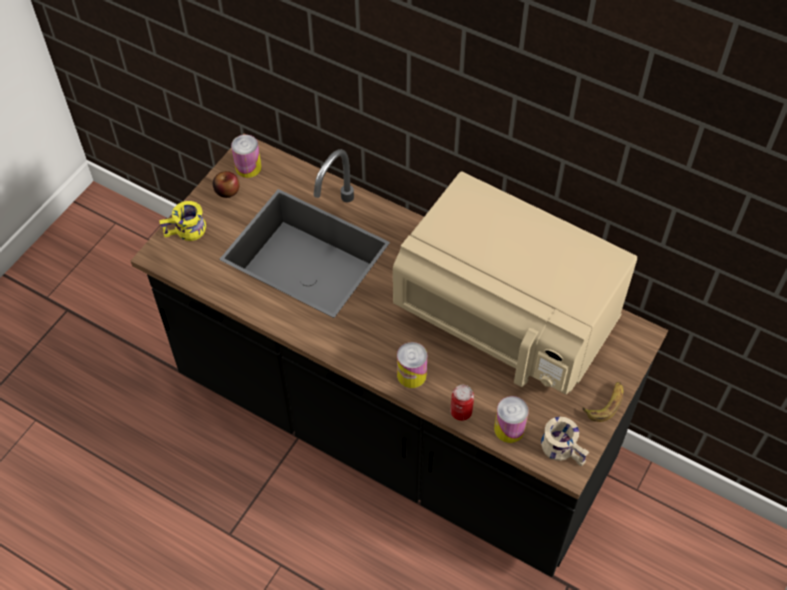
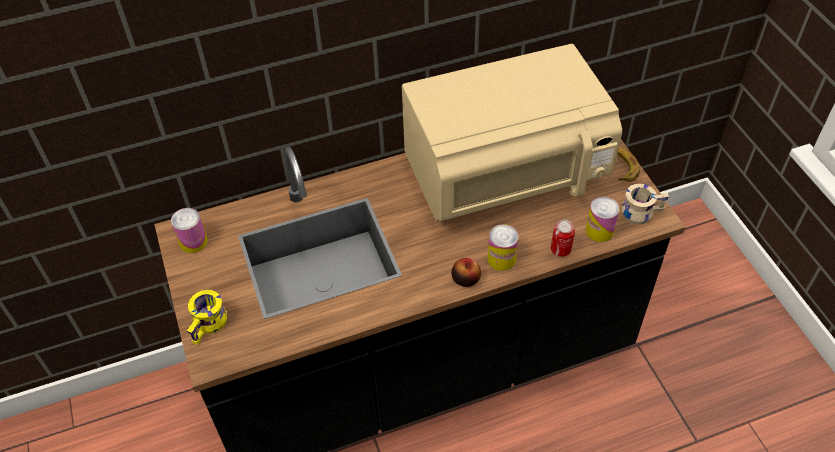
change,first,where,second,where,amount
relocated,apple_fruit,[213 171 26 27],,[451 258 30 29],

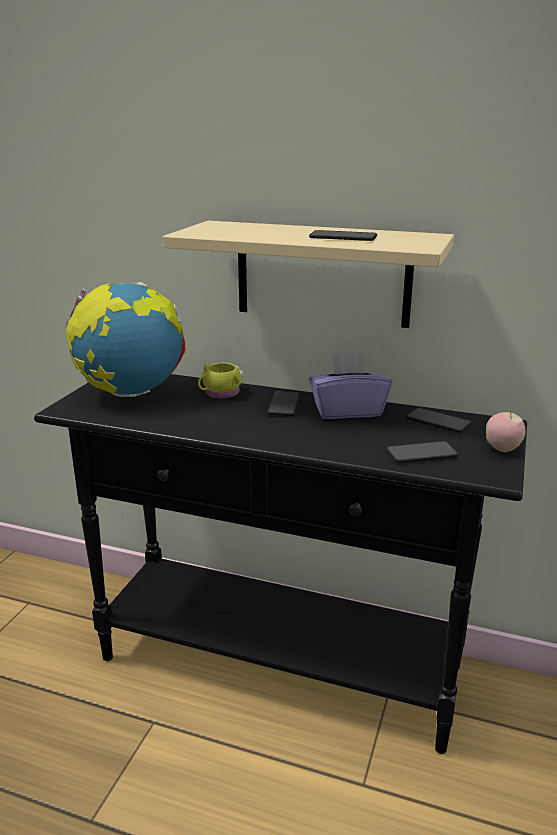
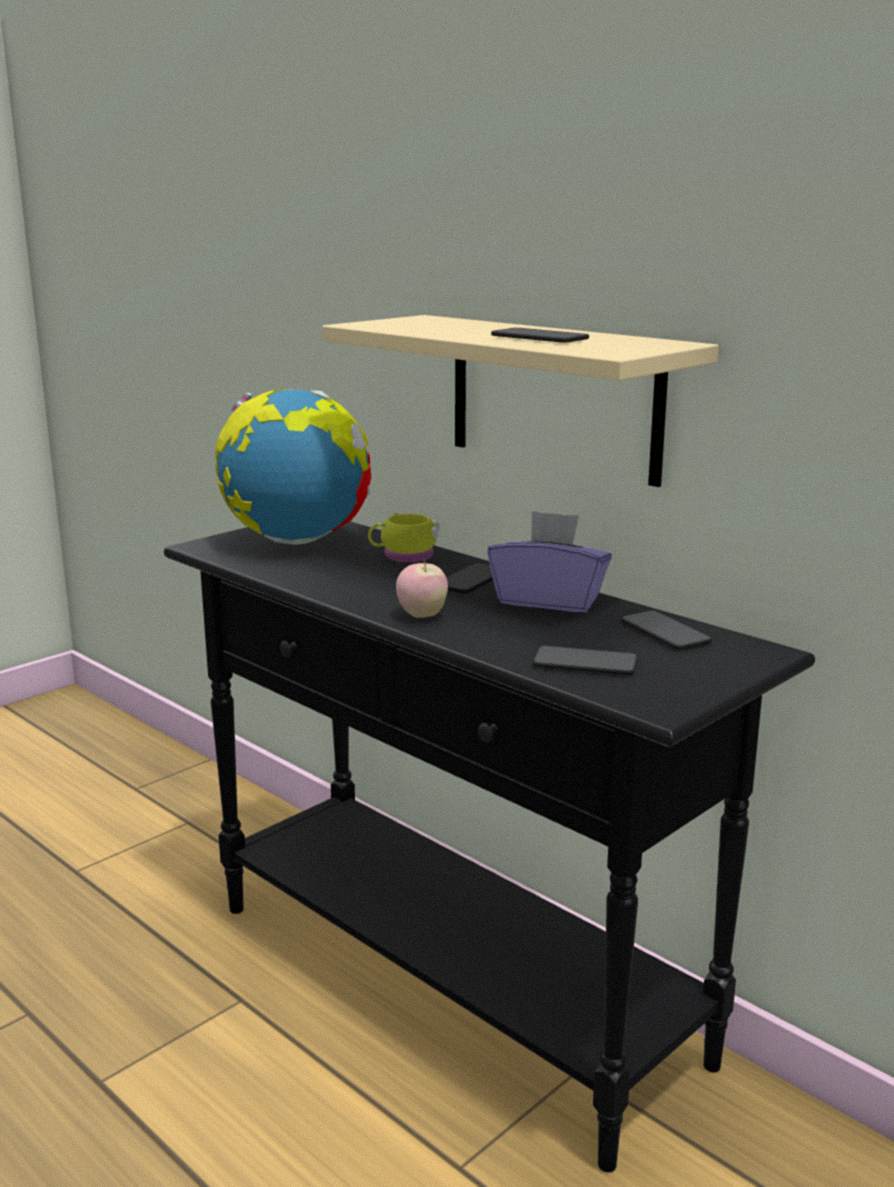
change,first,where,second,where,amount
relocated,apple_fruit,[486 411 40 41],,[396 559 52 59],

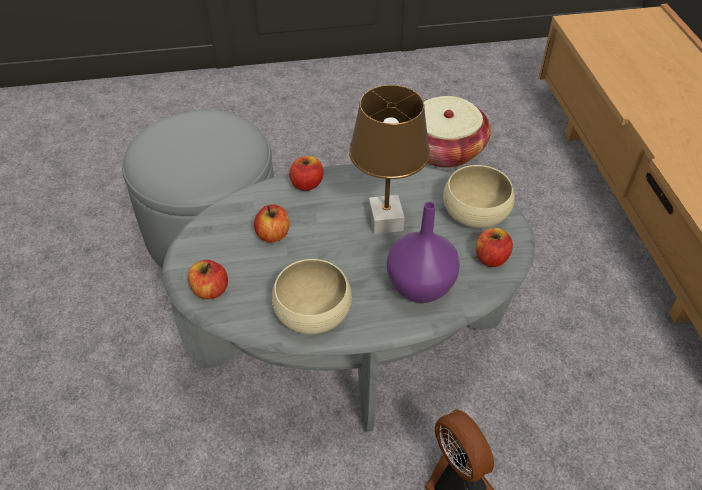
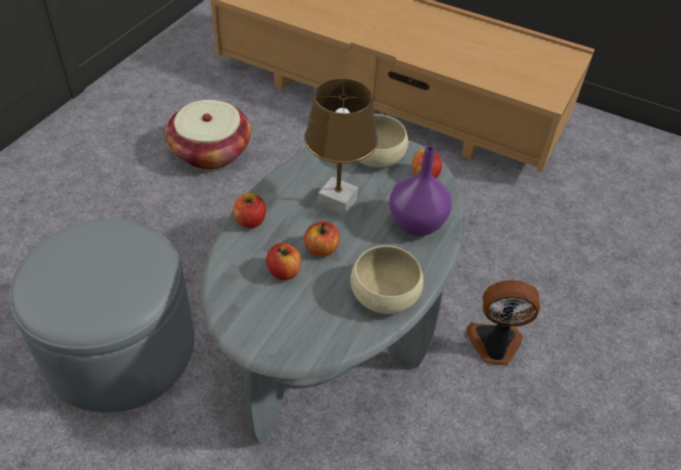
change,first,where,second,where,amount
relocated,apple_fruit,[188 260 40 39],,[304 221 36 36],

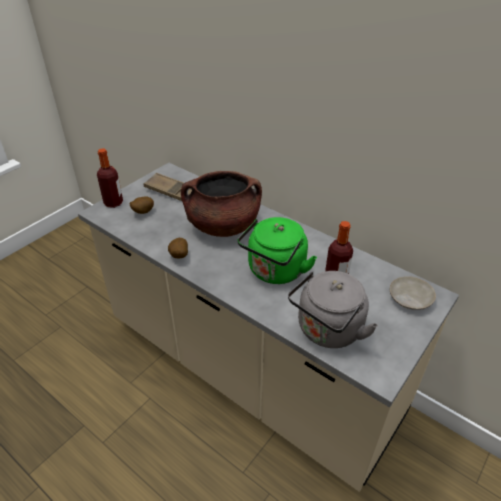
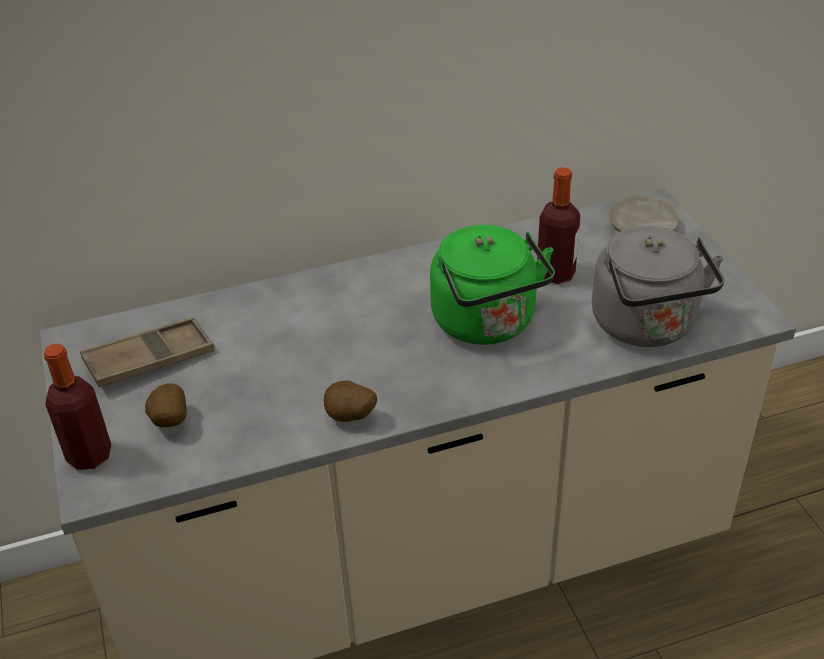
change,first,where,second,where,amount
missing,brown-coloured_cooking_pot,[181 171 81 66],,,

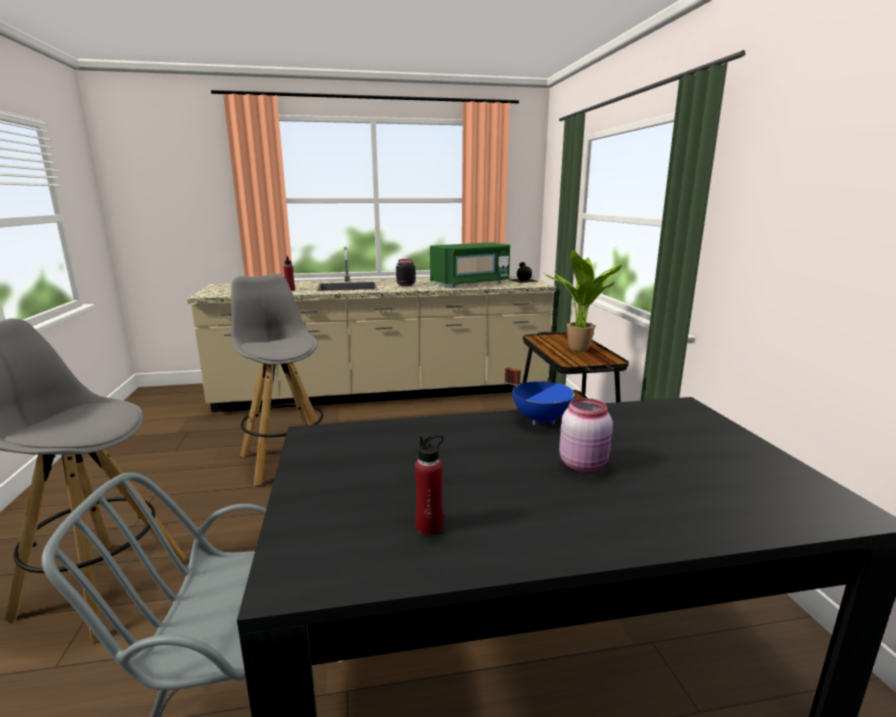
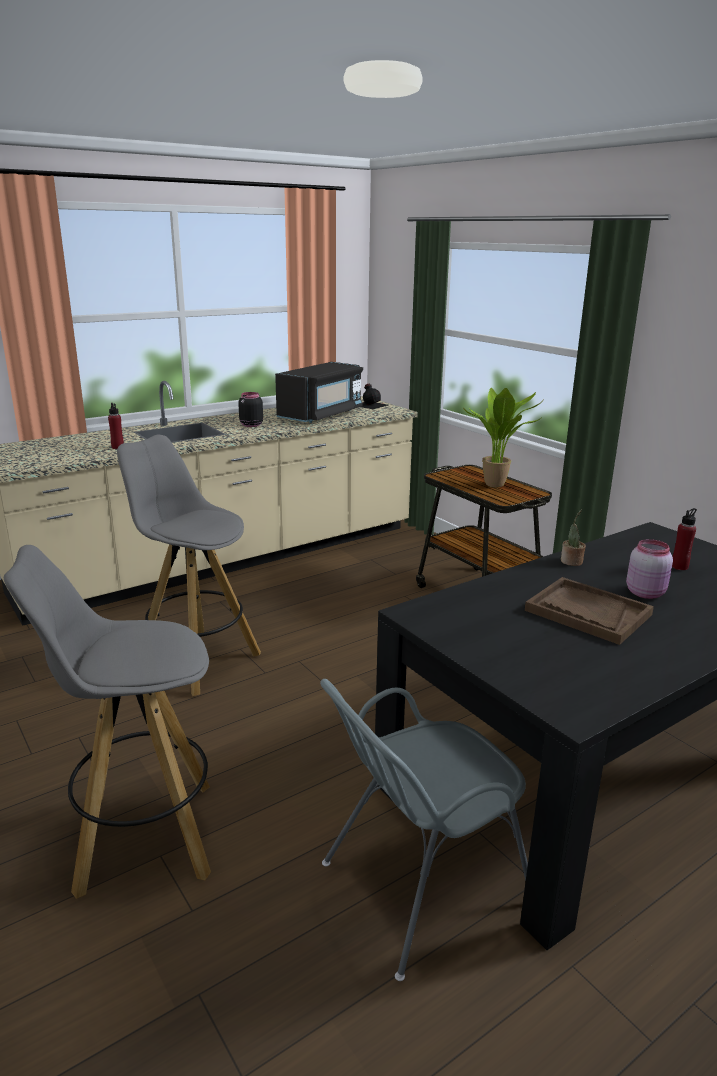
change,first,where,second,where,amount
appeared,,,brown-coloured_serving_tray,[525 577 129 68],
relocated,red_bottle,[415 434 29 101],,[672 508 25 62],
exchanged,blue-coloured_cooking_pot,[505 367 71 58],potted_plant,[561 509 25 57],
colour,greenish_kitchen_microwave,[430 242 80 45],black-coloured_kitchen_microwave,[275 362 88 61],

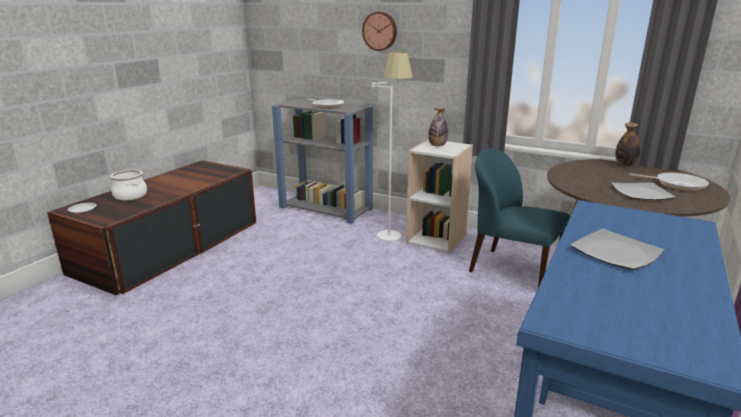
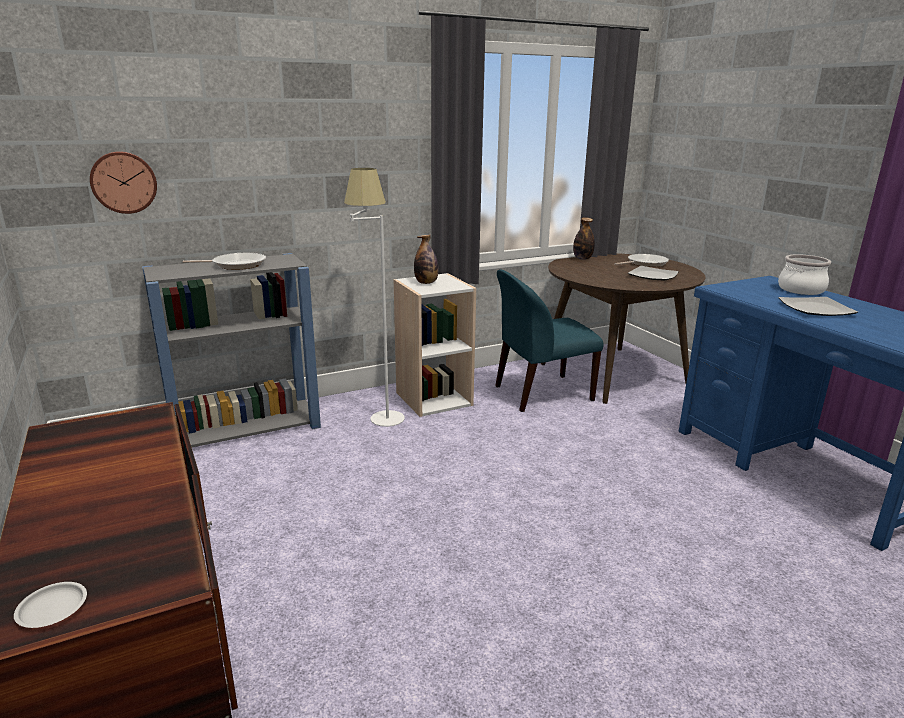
change,first,where,second,where,amount
relocated,cooking_pot,[110 170 37 30],,[778 254 53 41],
relocated,clock_on_the_wall,[362 12 35 39],,[90 151 67 63],

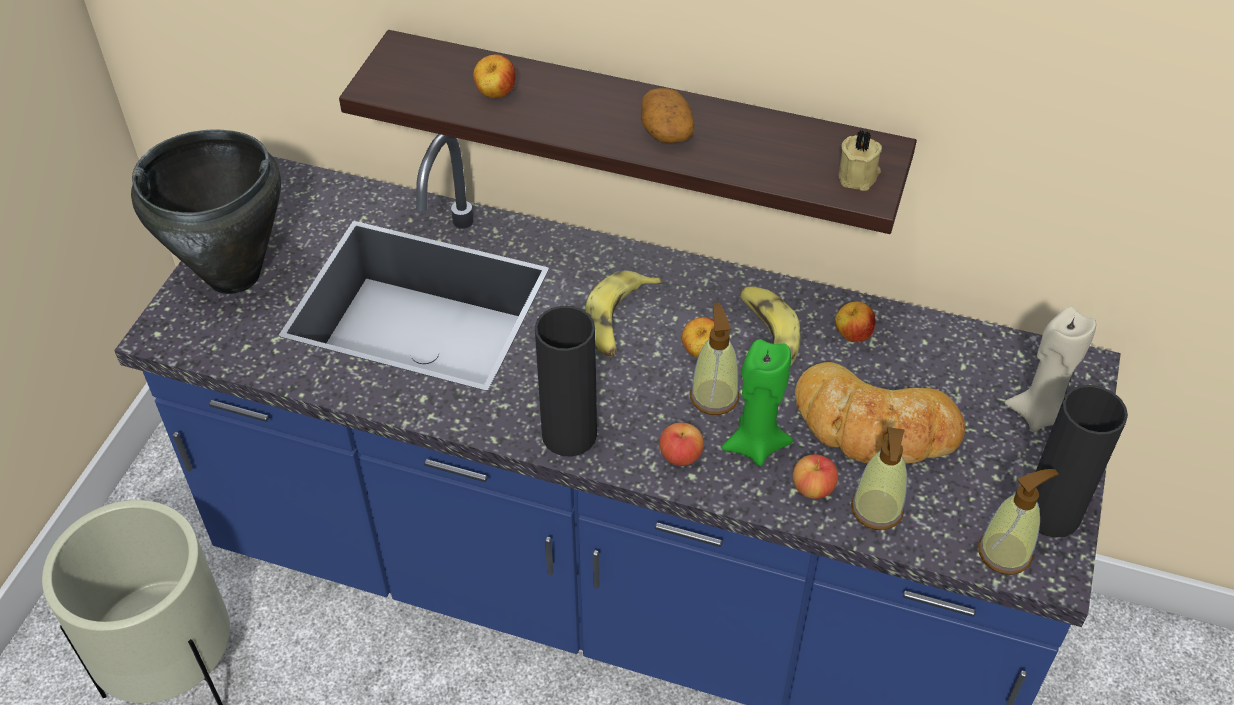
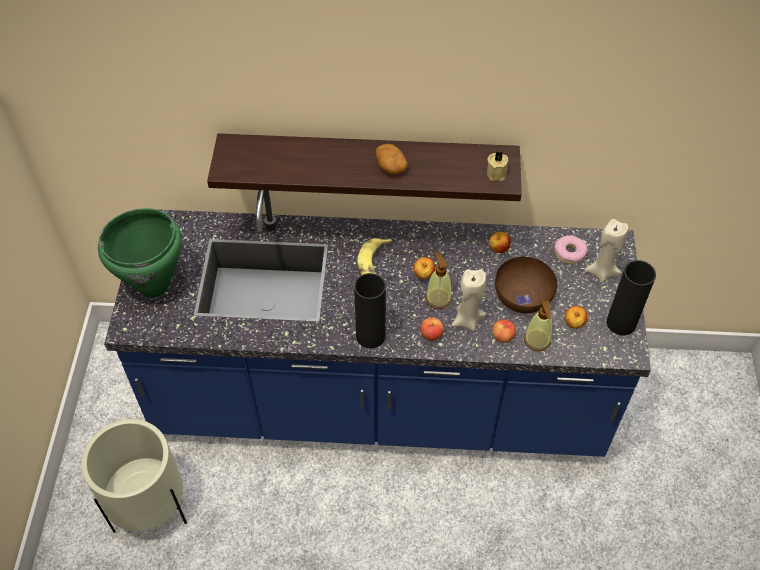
change,first,where,second,where,amount
missing,banana,[739 287 62 78],,,
missing,liquid_soap_bottle,[978 469 81 106],,,
appeared,,,ring_doughnut,[554 235 34 29],
relocated,apple_fruit,[473 54 43 44],,[565 306 22 23],
exchanged,bakery_bread,[795 362 170 102],brown-coloured_deep_dish,[495 257 62 56],
colour,black-coloured_cooking_pot,[131 129 150 165],greenish_cooking_pot,[98 208 84 89],
colour,greenish_wax_light,[722 339 71 127],beige-coloured_wax_light,[451 269 35 62],

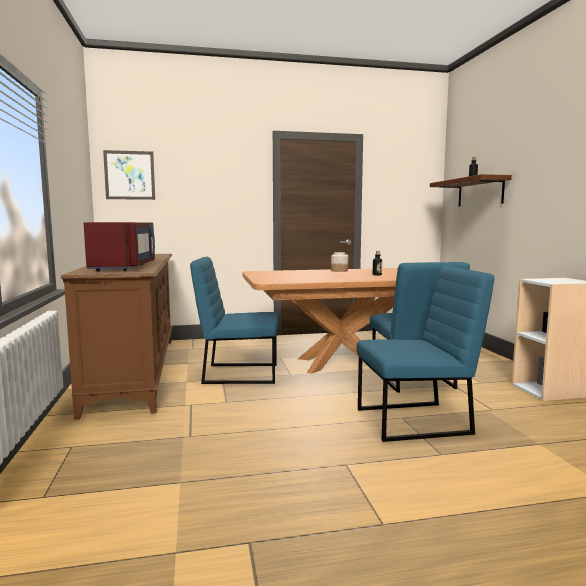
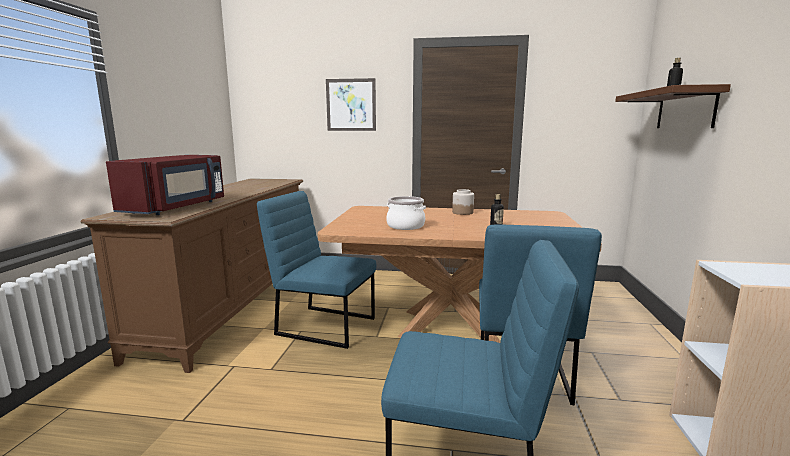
change,first,where,second,where,amount
appeared,,,cooking_pot,[386 196 40 34],
relocated,wall_art,[103 150 52 50],,[326 78 50 53],

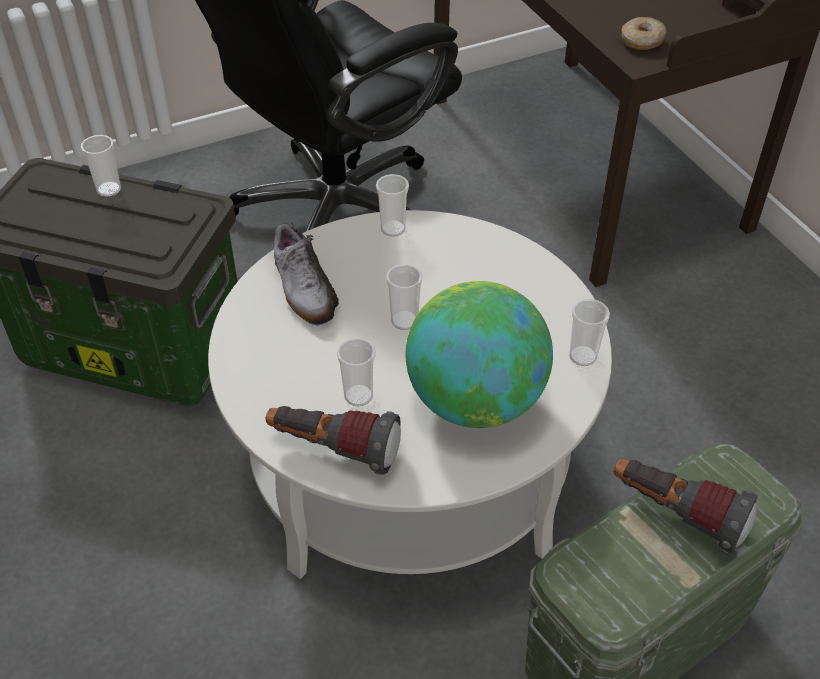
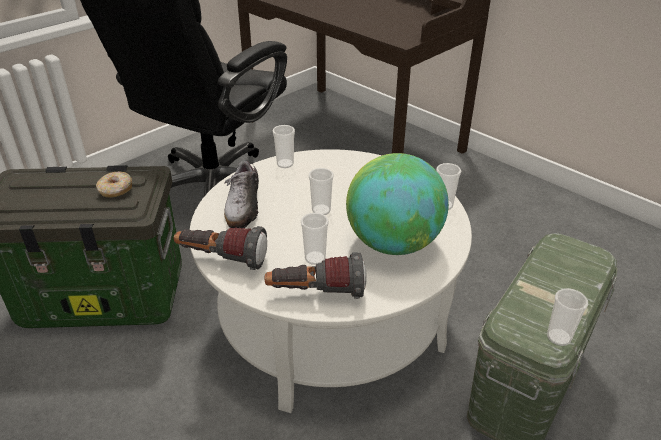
change,first,where,second,where,amount
relocated,drinking_cup,[81 135 40 62],,[547 288 41 58],
relocated,hand_torch,[614 459 144 95],,[174 226 93 44],
relocated,ring_doughnut,[622 17 45 33],,[96 171 36 27],
spun,item_of_footwear,[273 223 66 103],,[224 160 35 68],45 degrees clockwise

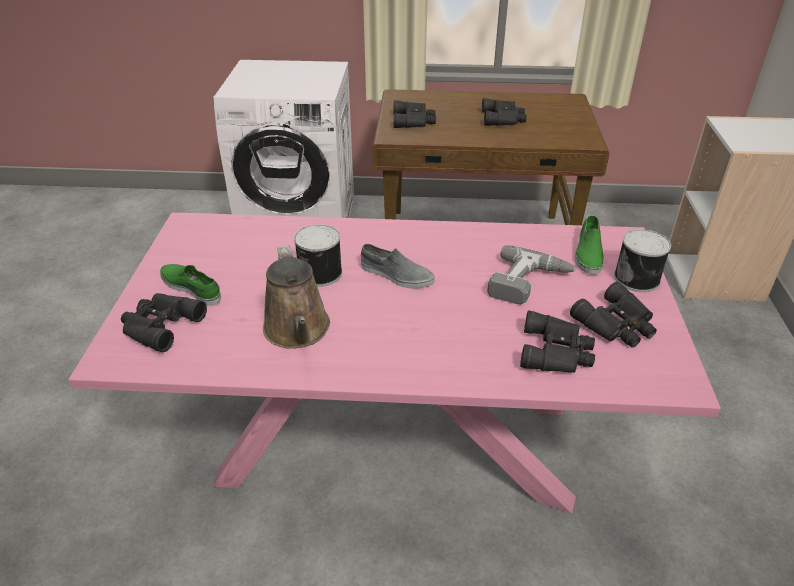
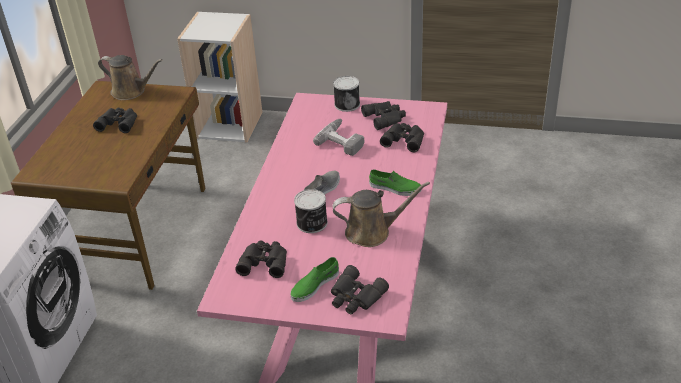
change,first,where,second,where,amount
appeared,,,brown-coloured_watering_can,[98 55 64 45],
relocated,black-coloured_field_glasses,[393 100 43 28],,[235 241 52 37],
relocated,greenish_item_of_footwear,[575 215 28 60],,[369 169 53 27],

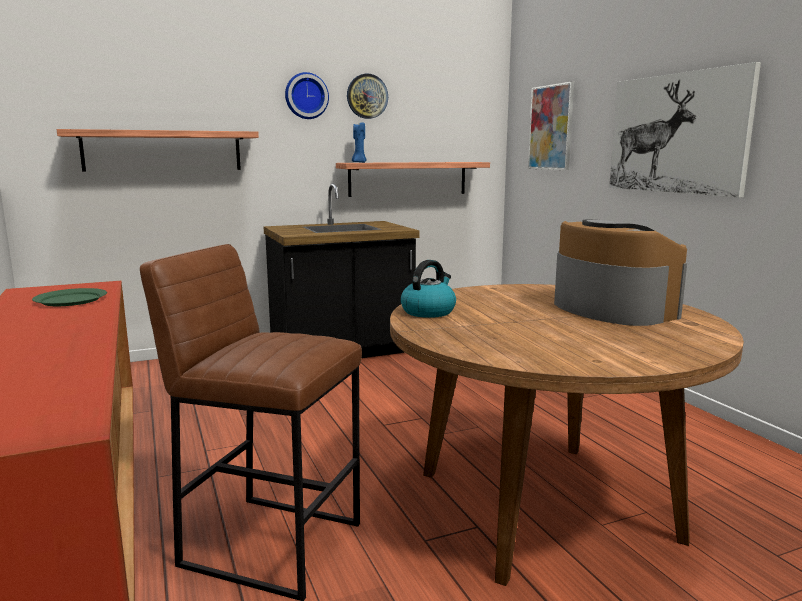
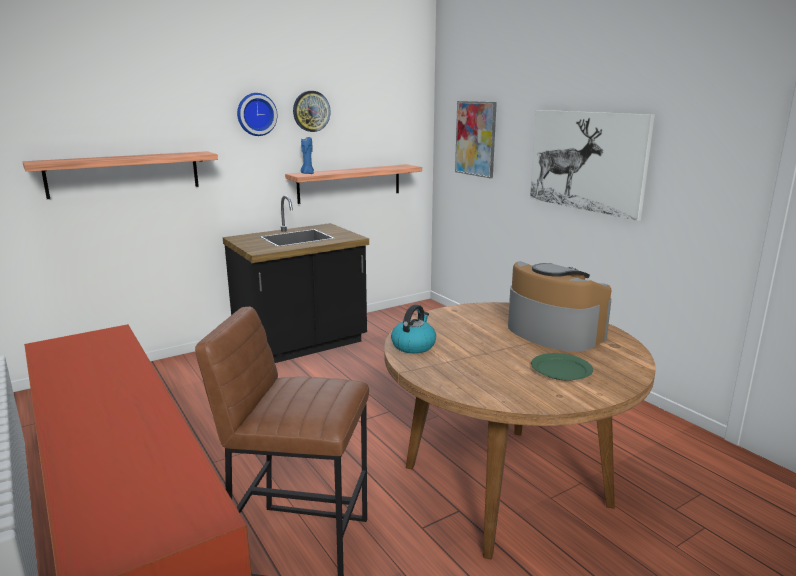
change,first,where,second,where,amount
relocated,greenish_flat_dish,[32 288 75 18],,[531 353 62 27],

